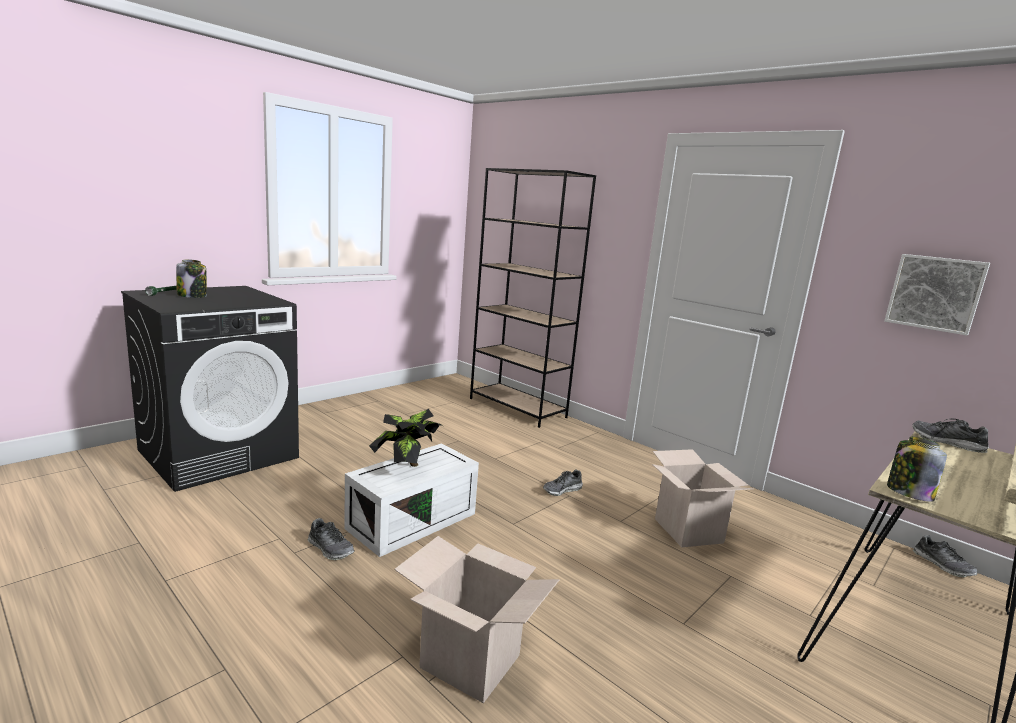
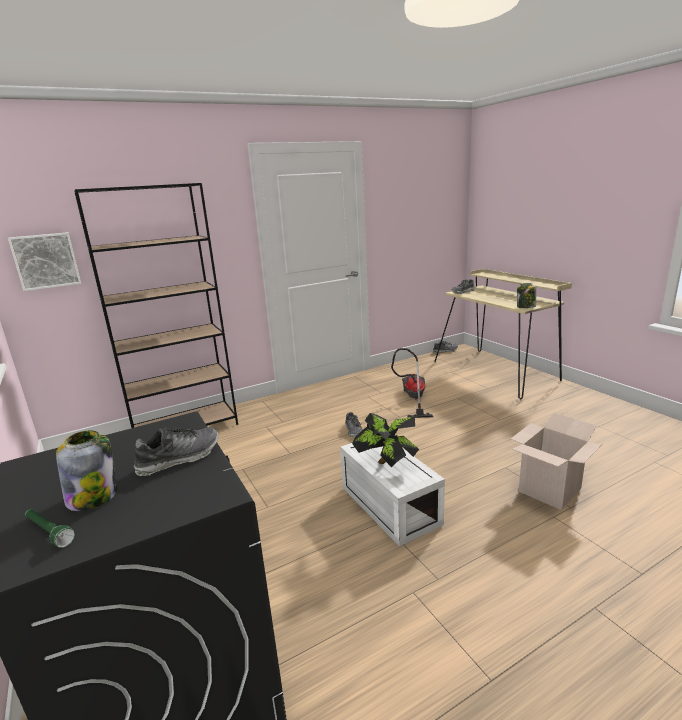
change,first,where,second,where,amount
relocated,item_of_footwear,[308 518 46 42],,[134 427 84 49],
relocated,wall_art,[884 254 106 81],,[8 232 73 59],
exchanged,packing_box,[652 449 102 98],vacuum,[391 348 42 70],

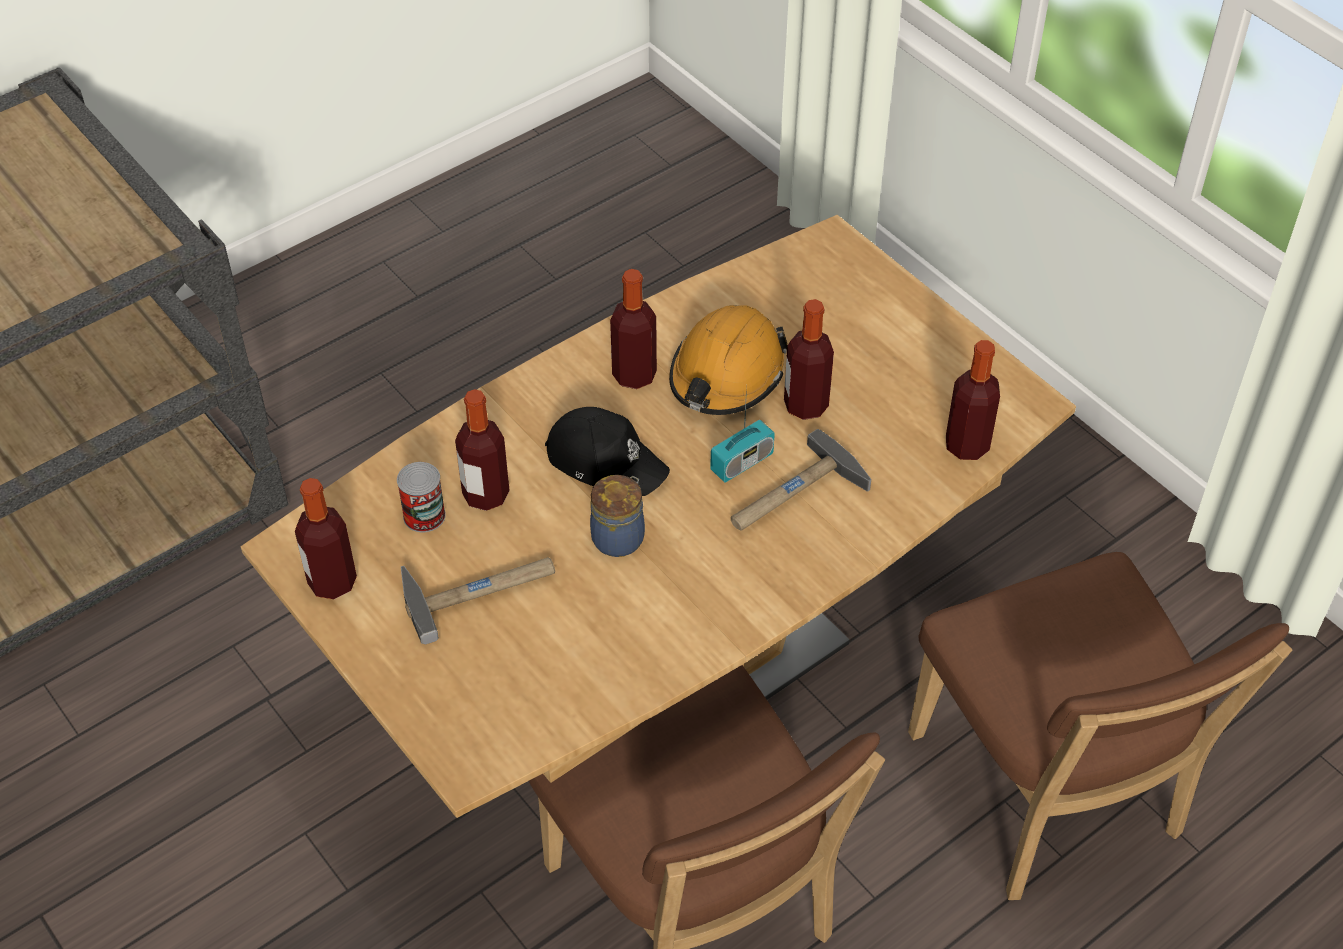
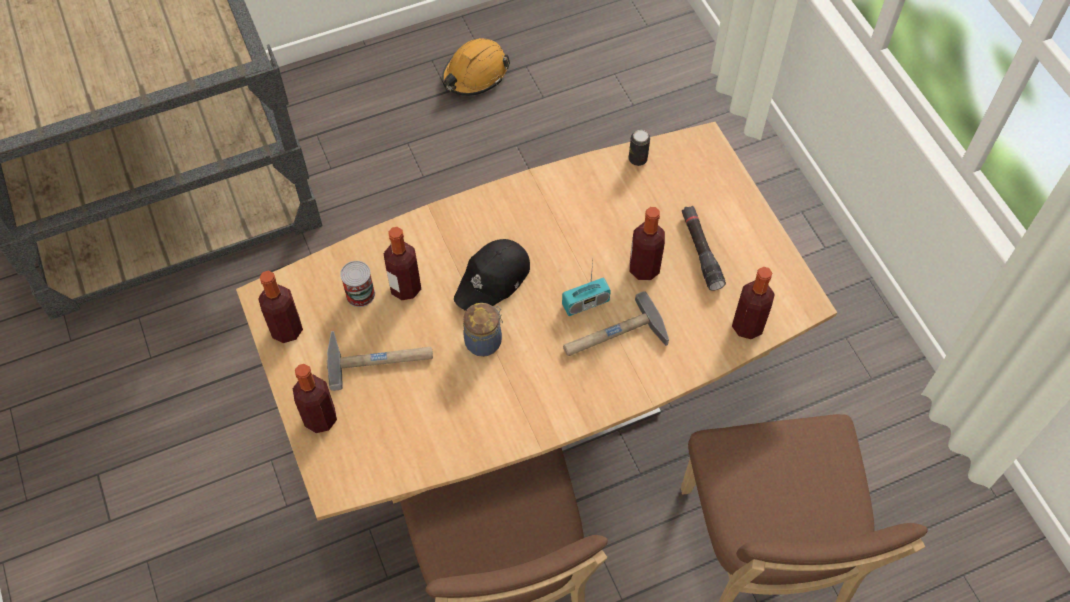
change,first,where,second,where,amount
appeared,,,can,[629 130 21 36],
appeared,,,black-coloured_hand_torch,[682 206 44 85],
relocated,bottle,[610 269 47 120],,[293 364 44 69],
relocated,orange_work_helmet,[669 305 119 110],,[442 38 68 58],
spun,black-coloured_cap,[545 407 125 89],,[454 239 76 72],90 degrees clockwise

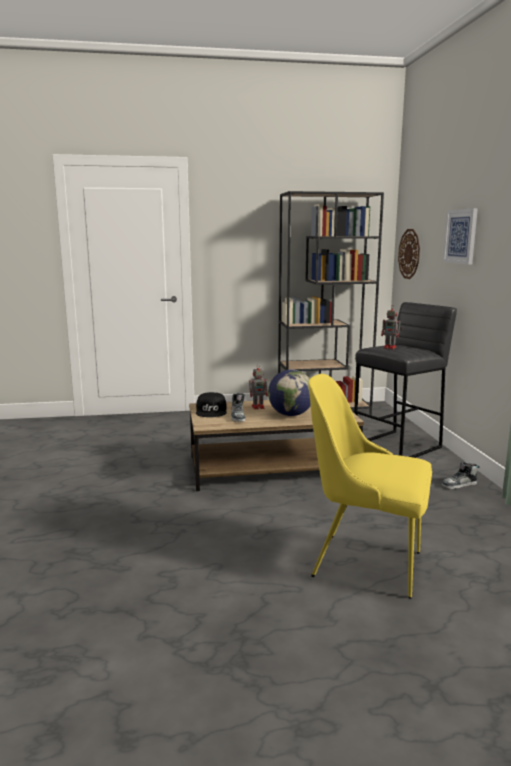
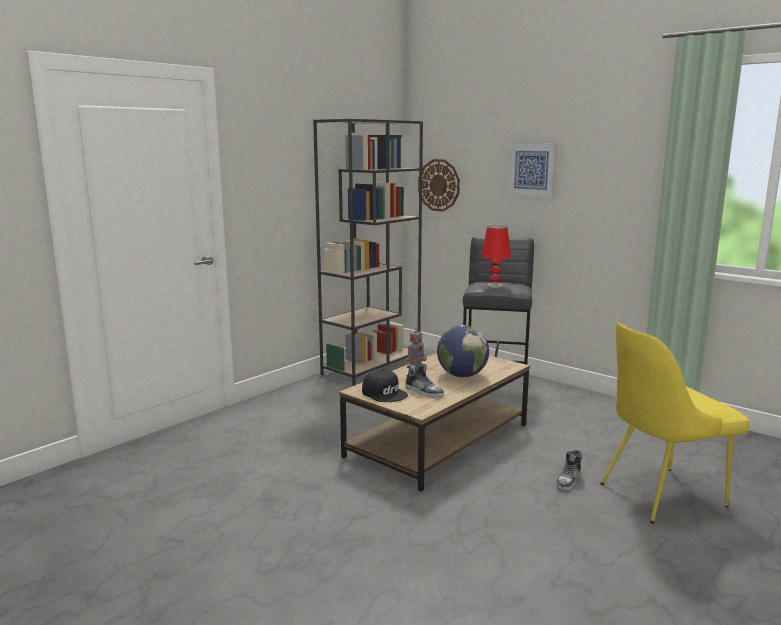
change,first,where,second,where,amount
relocated,item_of_footwear,[442 461 38 28],,[556 450 26 40],
exchanged,model_robot,[381 307 21 42],red_lamp_for_a_table,[481 226 30 62],

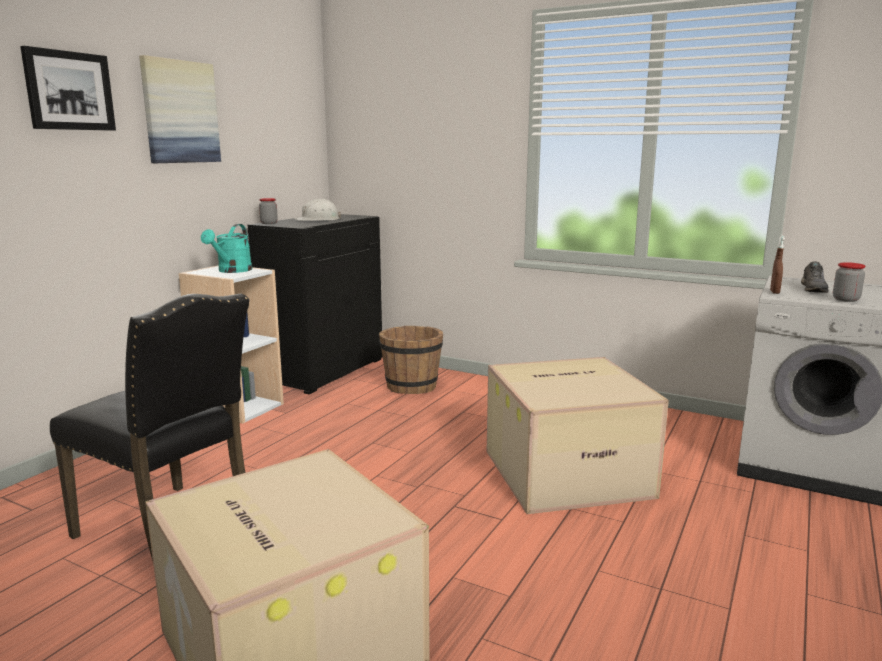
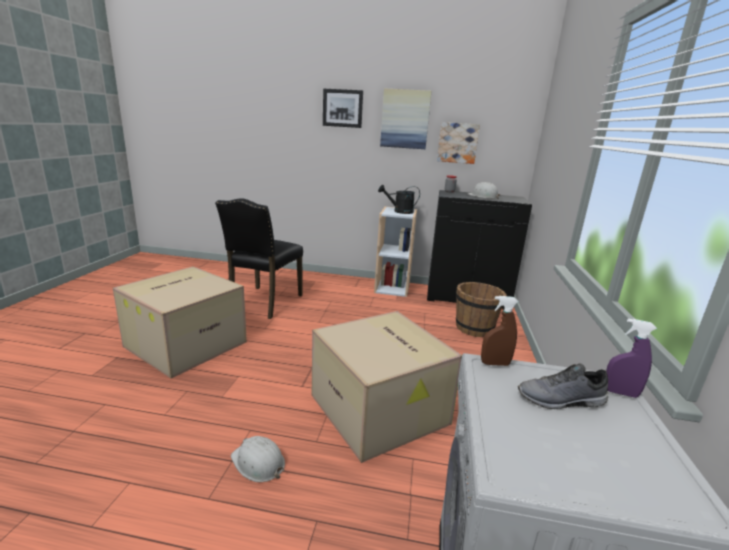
change,first,where,second,where,amount
missing,preserve_jar,[833 262 32 40],,,
appeared,,,white-coloured_work_helmet,[231 436 54 46],
appeared,,,wall_art,[437 122 43 42],
appeared,,,purple-coloured_hand_sprayer,[606 319 51 79],
colour,turquoise-coloured_watering_can,[201 224 51 49],black-coloured_watering_can,[378 185 42 29],

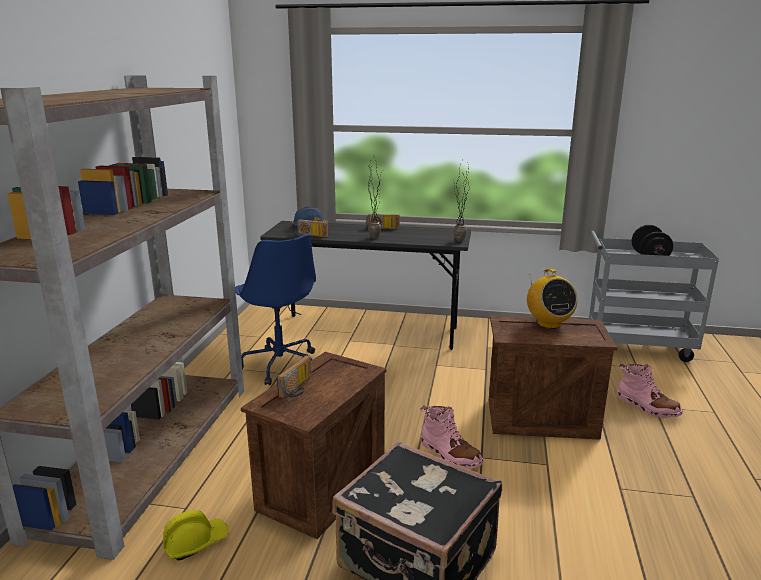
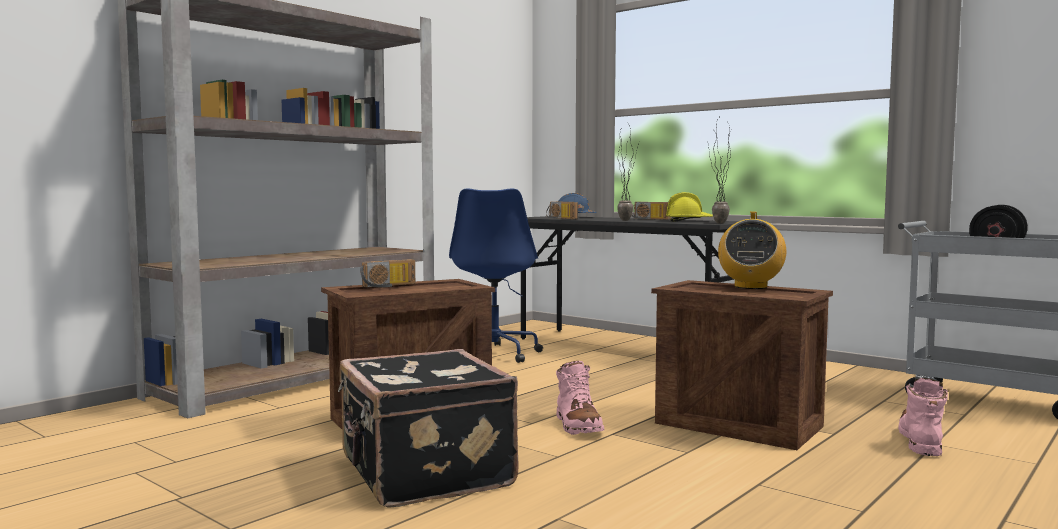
change,first,where,second,where,amount
relocated,yellowish_work_helmet,[163 510 66 50],,[666 192 47 30],
spun,pink-coloured_tall_boot,[617 364 66 54],,[898 378 50 78],150 degrees counterclockwise

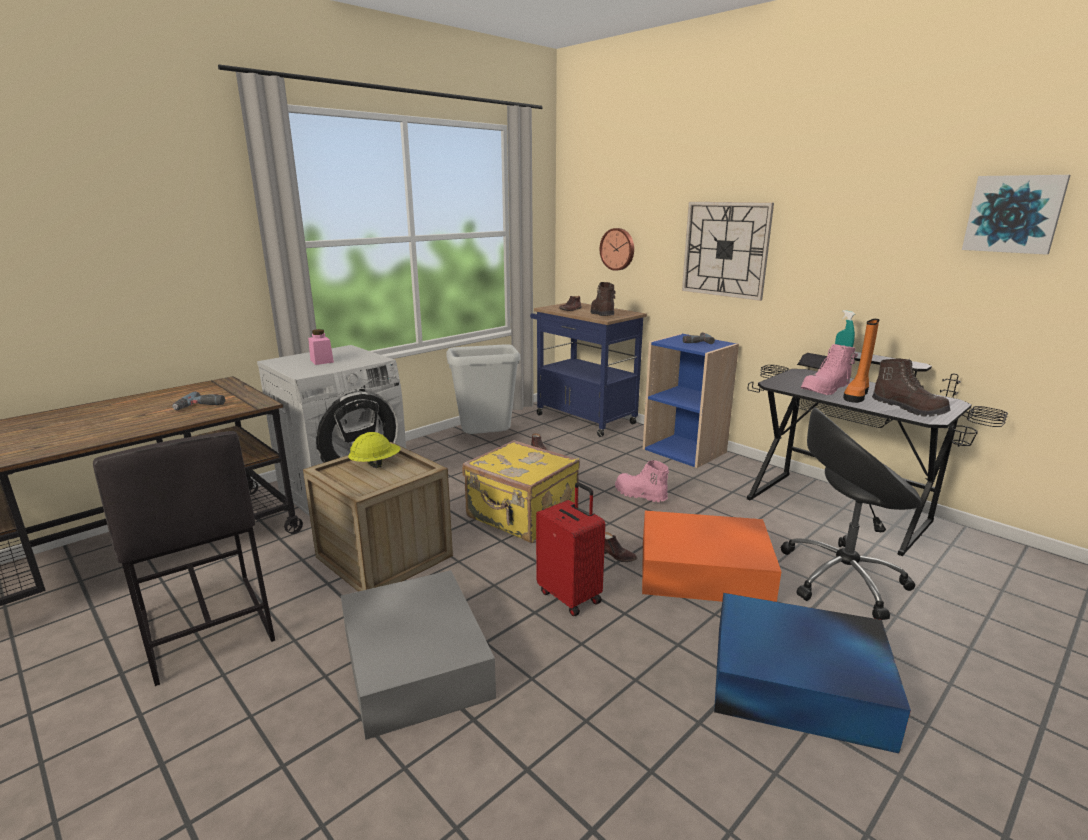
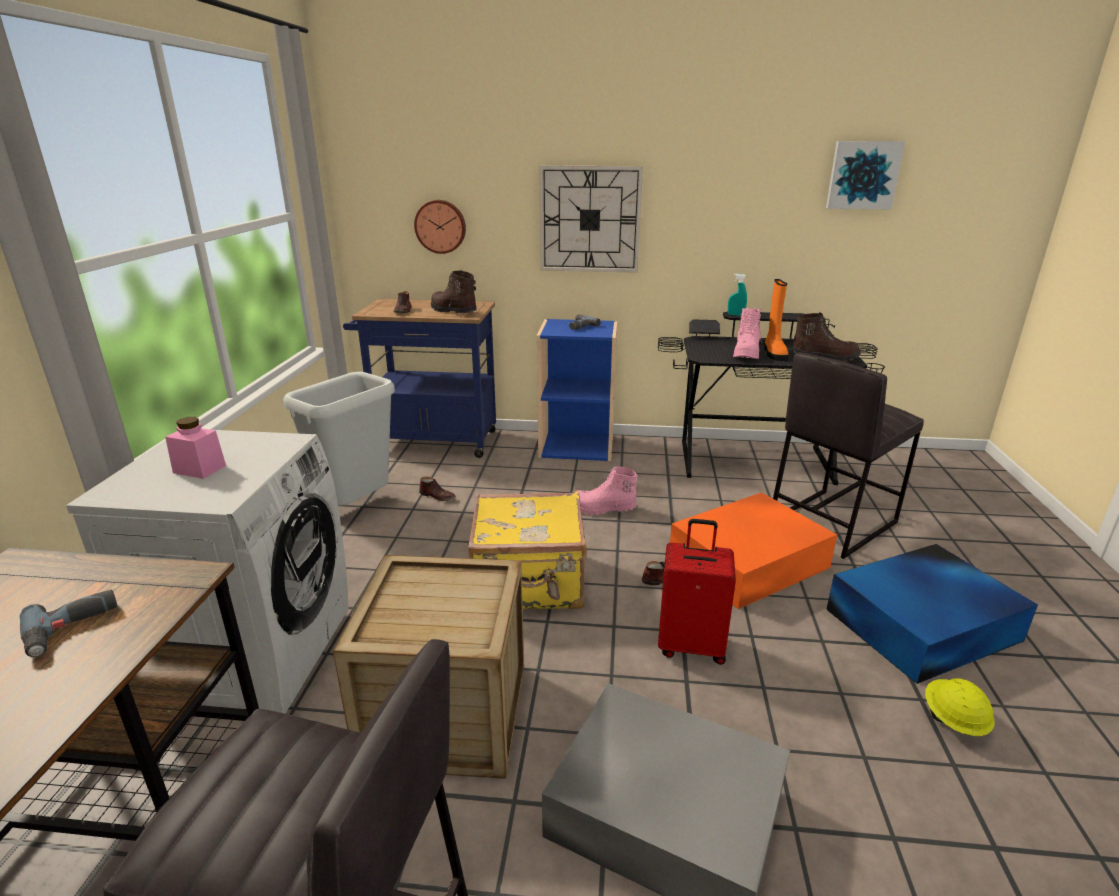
change,first,where,second,where,amount
relocated,yellowish_work_helmet,[348 432 52 36],,[925 678 69 58],
exchanged,black-coloured_computer_chair,[781 407 141 213],greyish_sitting_stool,[773 353 151 206],

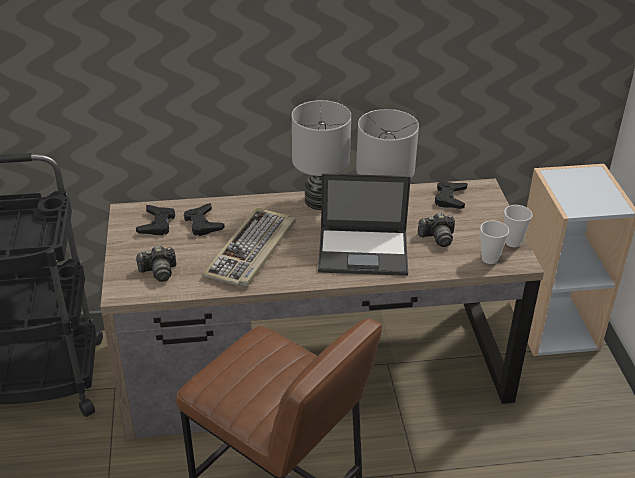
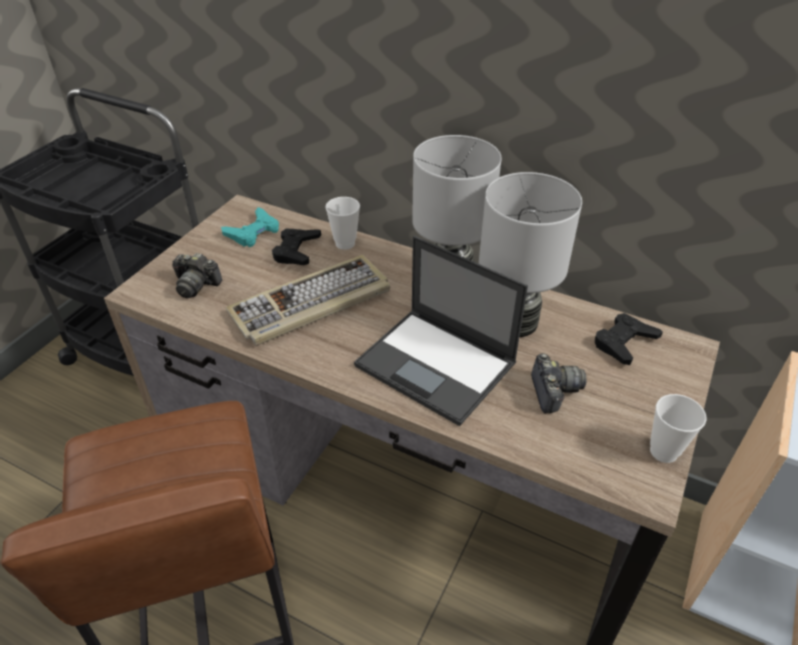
change,first,where,second,where,amount
relocated,drinking_cup,[480 221 29 43],,[325 197 35 53],
colour,black-coloured_joypad,[136 205 39 30],turquoise-coloured_joypad,[221 207 58 40],
spun,still_camera,[418 213 37 34],,[531 353 56 60],120 degrees counterclockwise

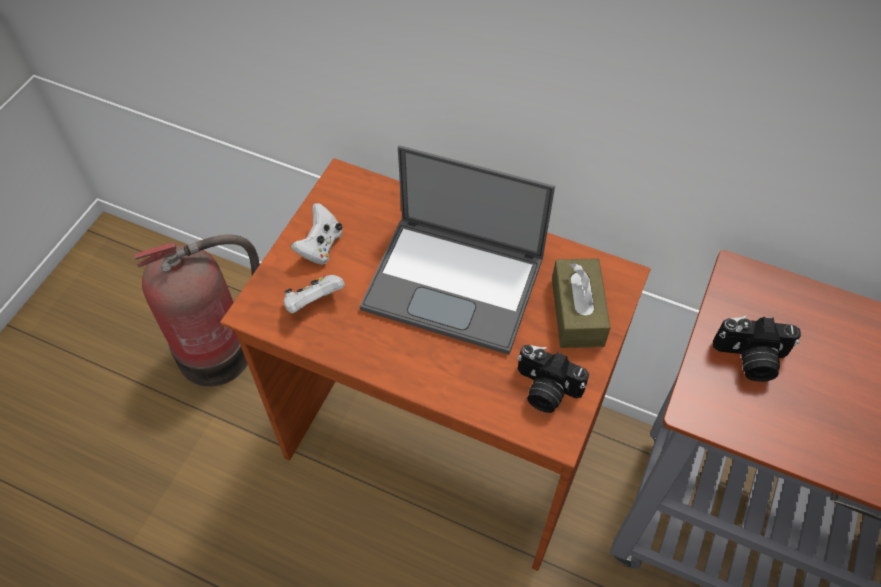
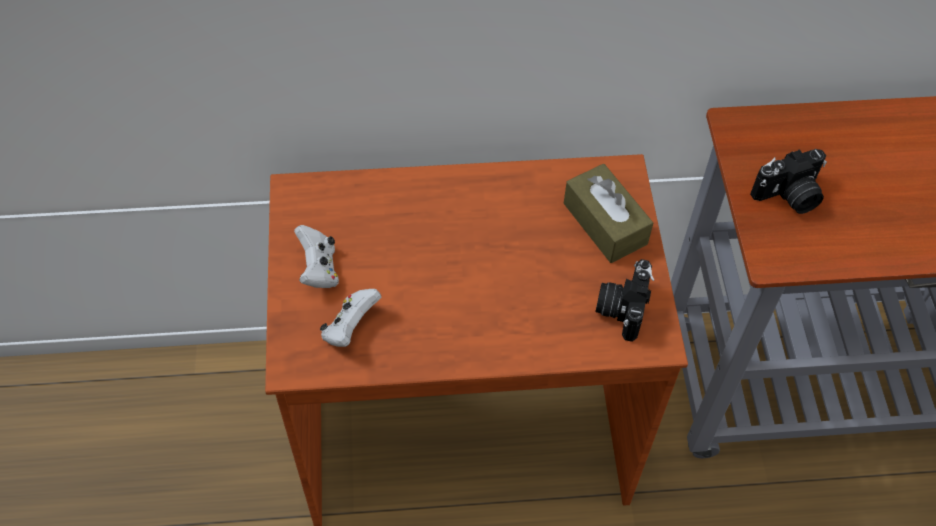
change,first,where,second,where,amount
missing,extinguisher,[134 235 126 152],,,
missing,laptop,[360 145 195 210],,,
spun,still_camera,[517 345 72 68],,[595 259 59 83],105 degrees clockwise

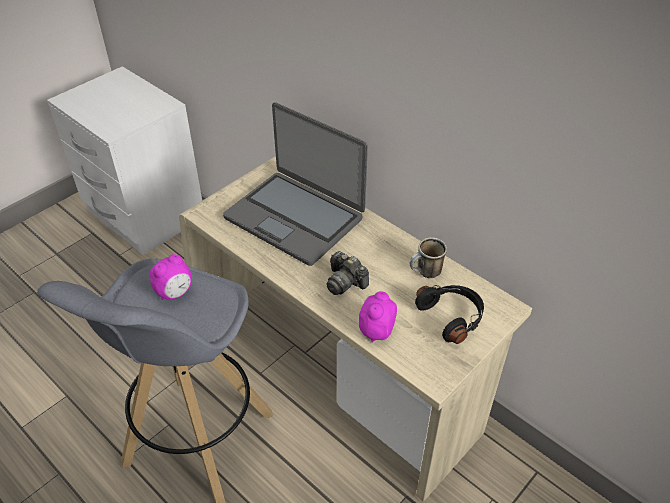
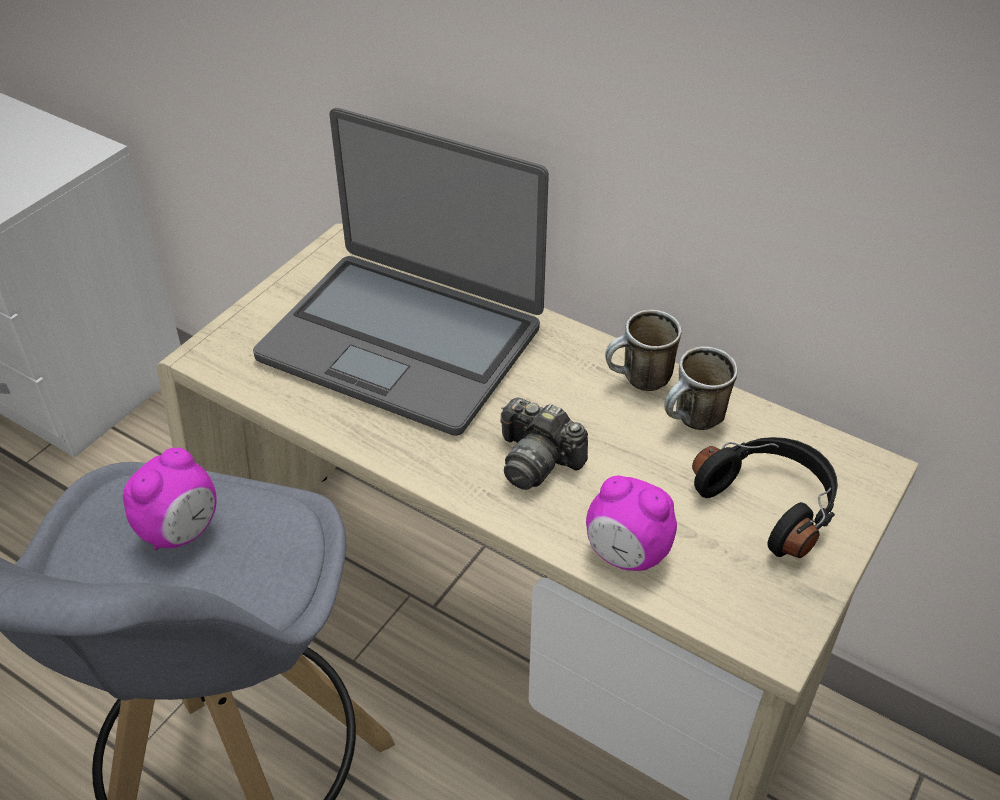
change,first,where,second,where,amount
appeared,,,coffee_mug,[605 310 76 81],
spun,table_clock,[359 291 38 52],,[586 475 91 96],75 degrees counterclockwise

